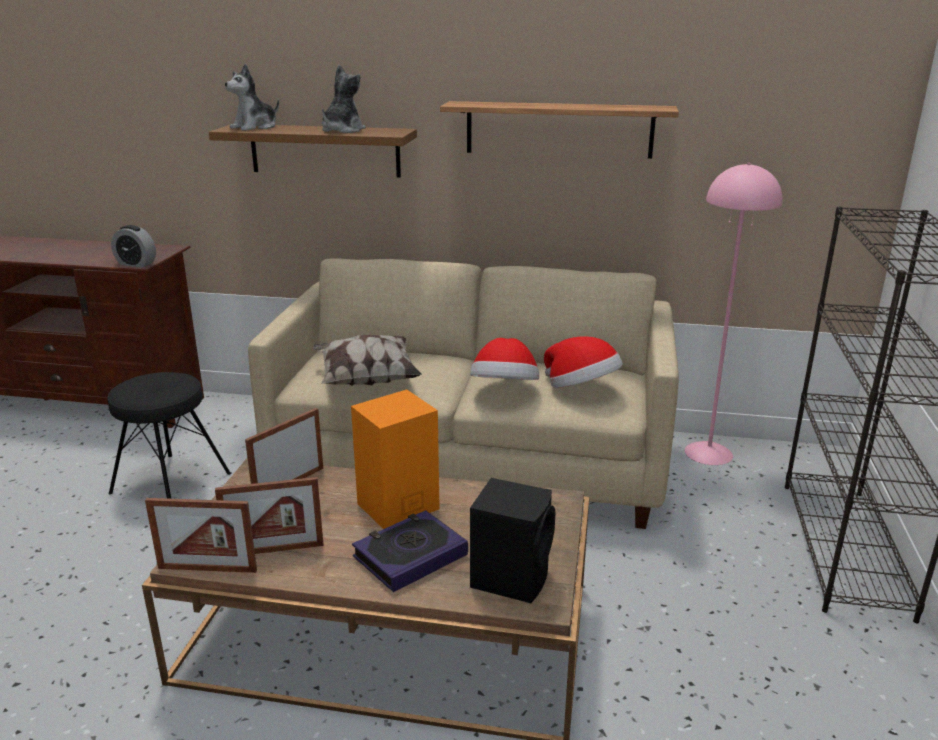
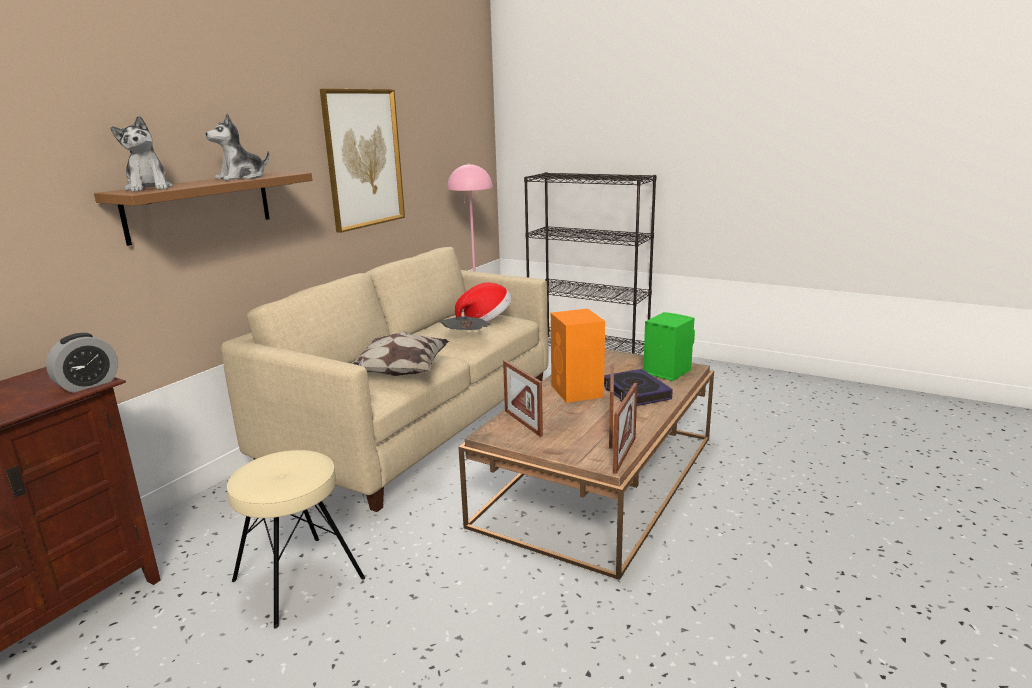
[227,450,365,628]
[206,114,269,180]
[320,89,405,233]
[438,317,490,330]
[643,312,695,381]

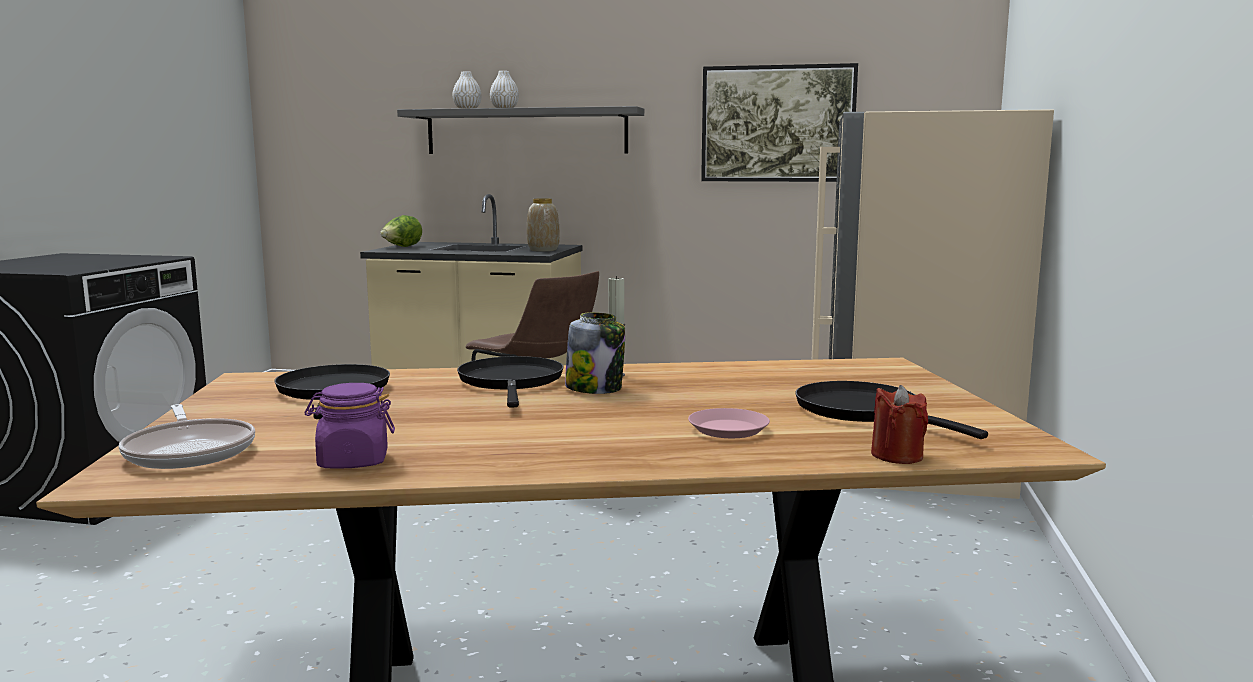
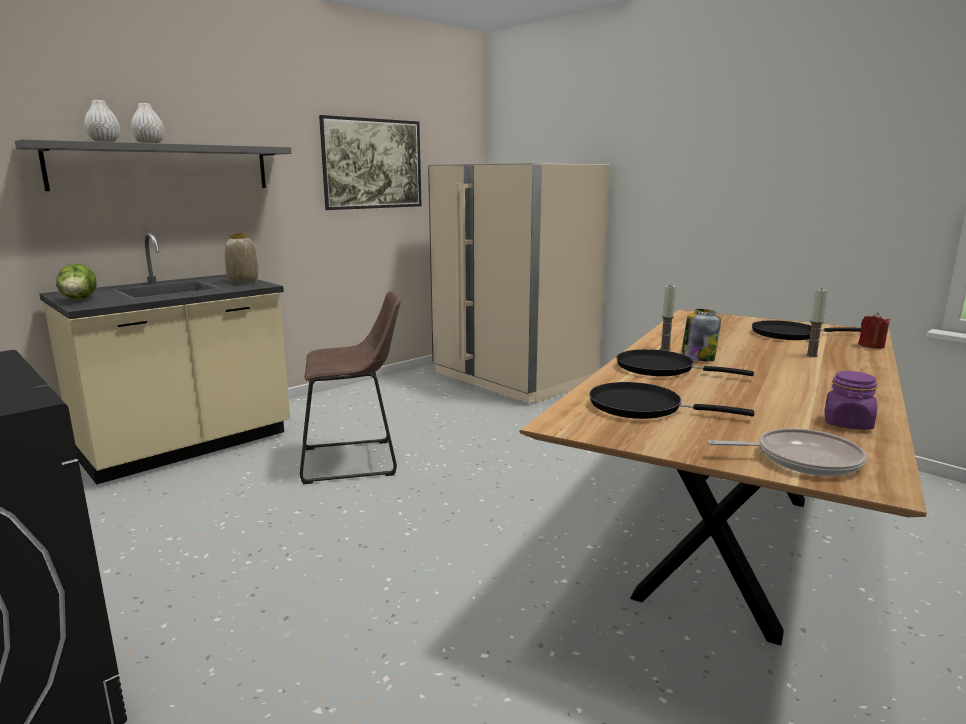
[806,288,828,357]

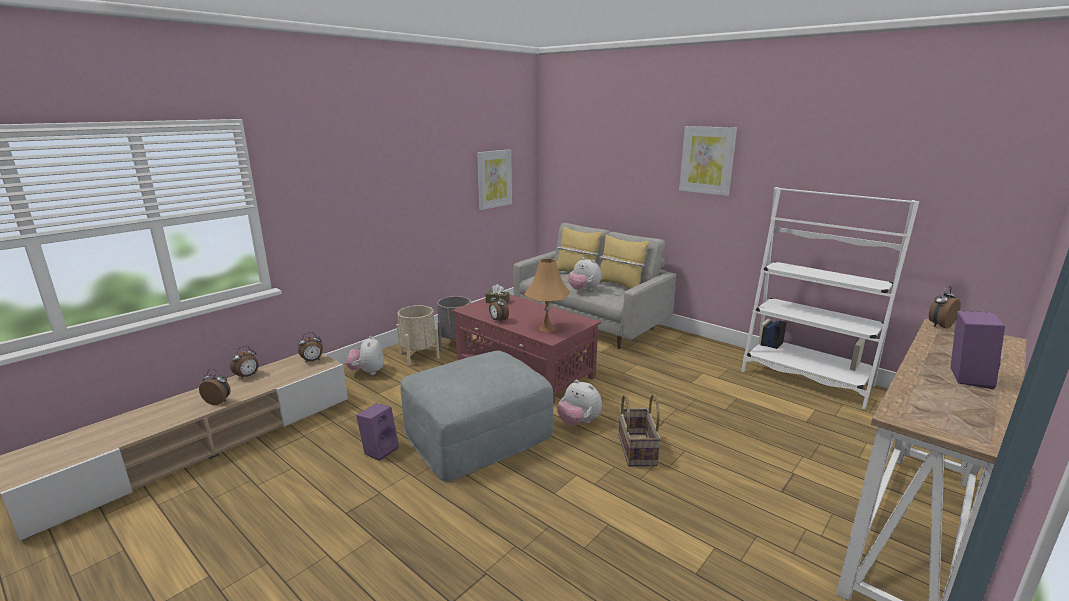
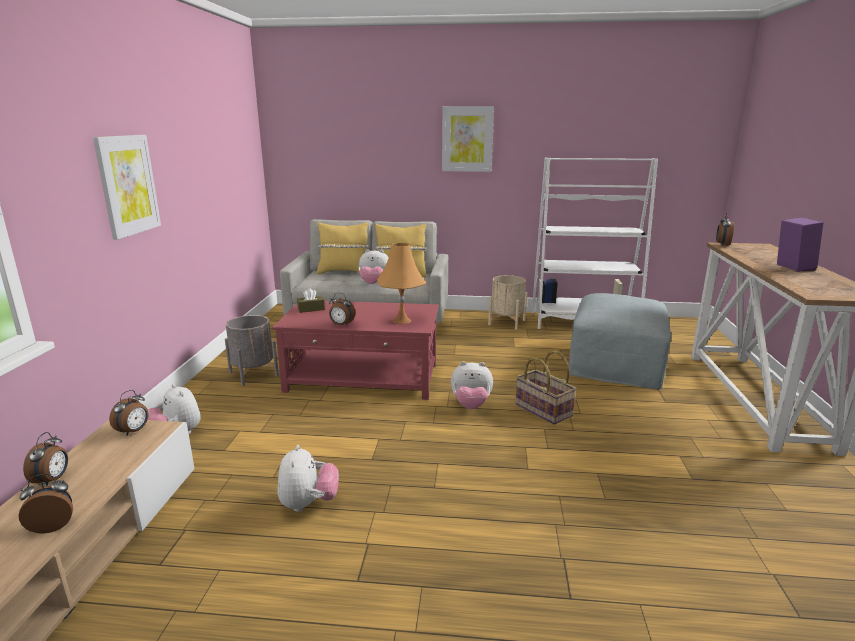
[278,445,339,512]
[488,275,527,330]
[569,293,671,389]
[93,135,161,240]

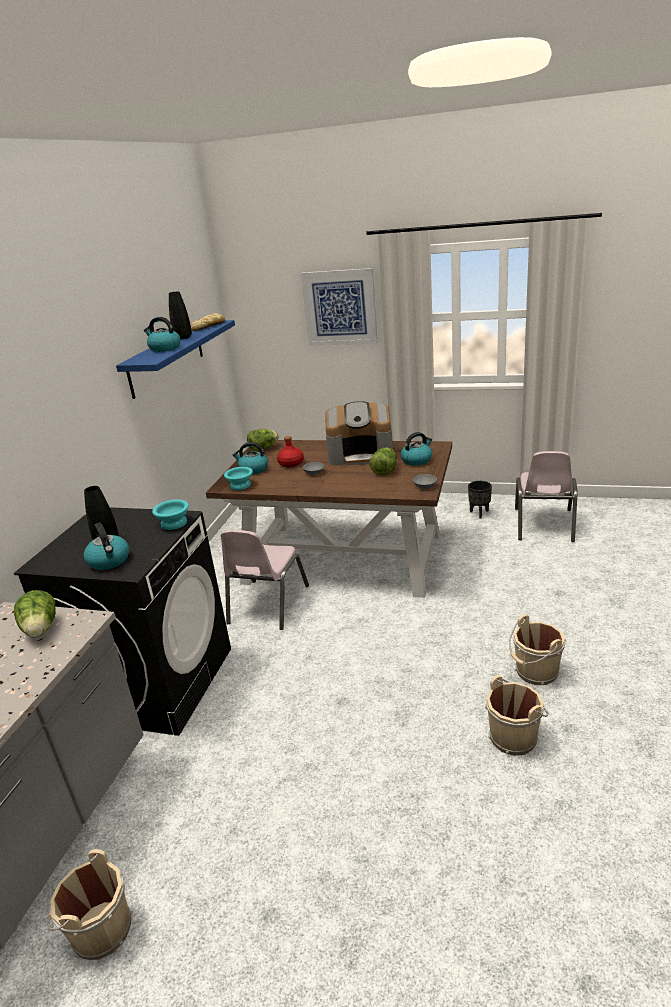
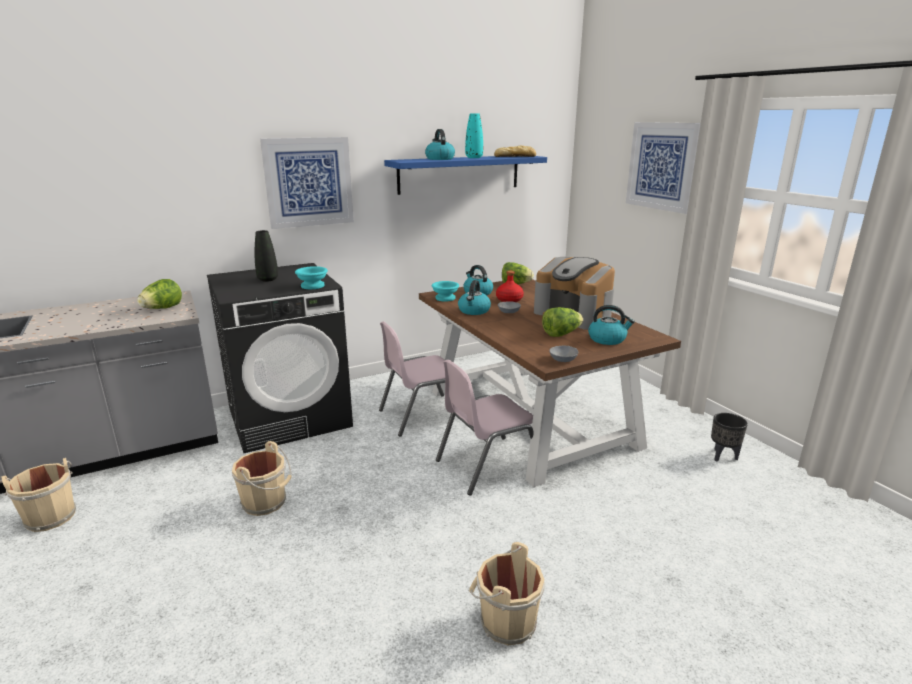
[458,280,491,315]
[465,113,483,158]
[232,441,292,516]
[436,360,534,496]
[260,137,354,229]

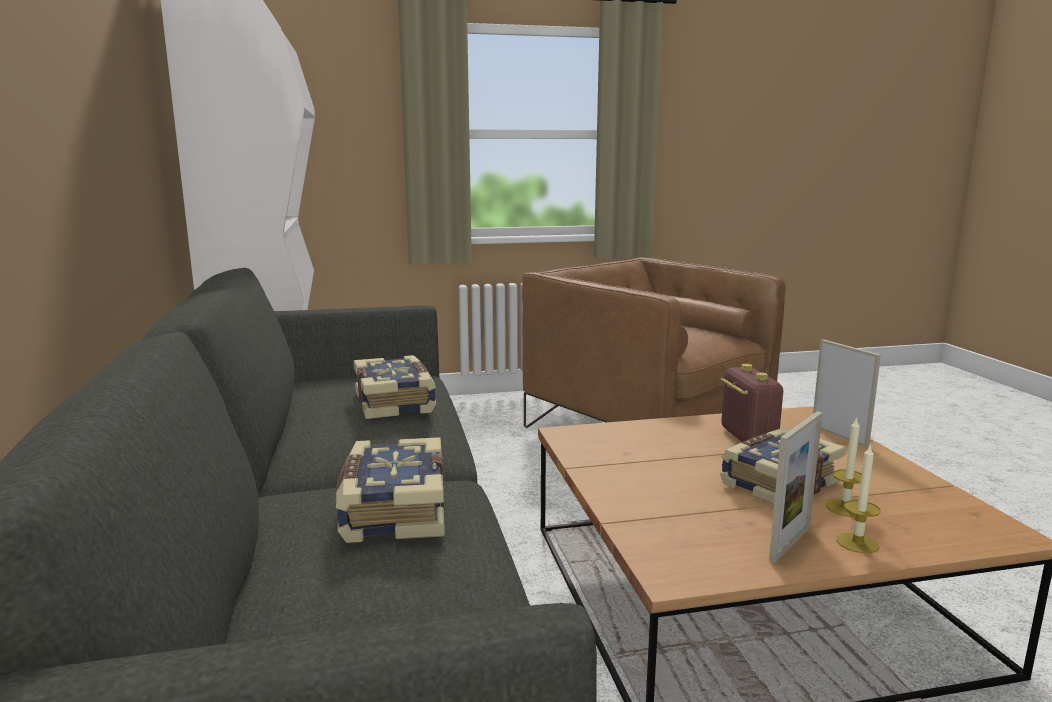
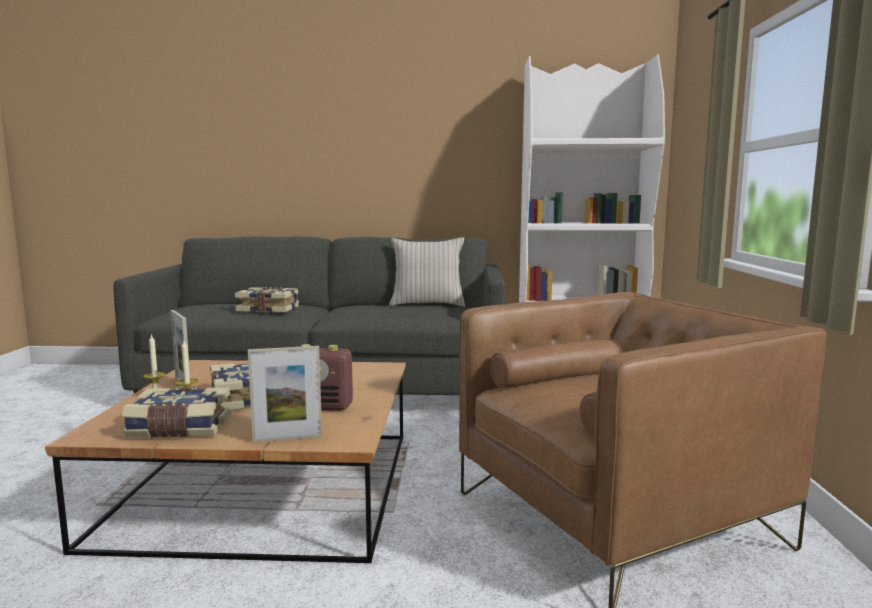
[122,387,231,438]
[389,237,465,307]

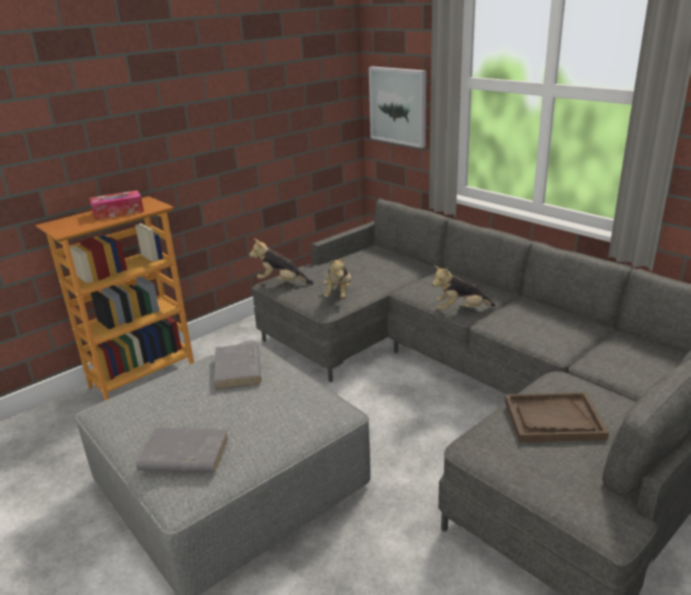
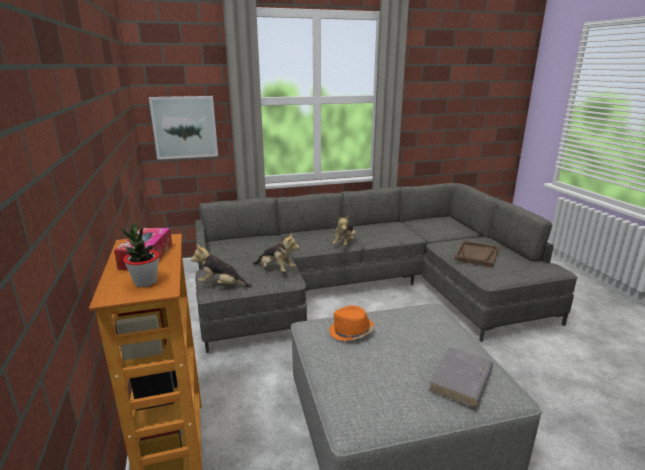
[329,305,374,341]
[191,244,252,288]
[120,223,159,287]

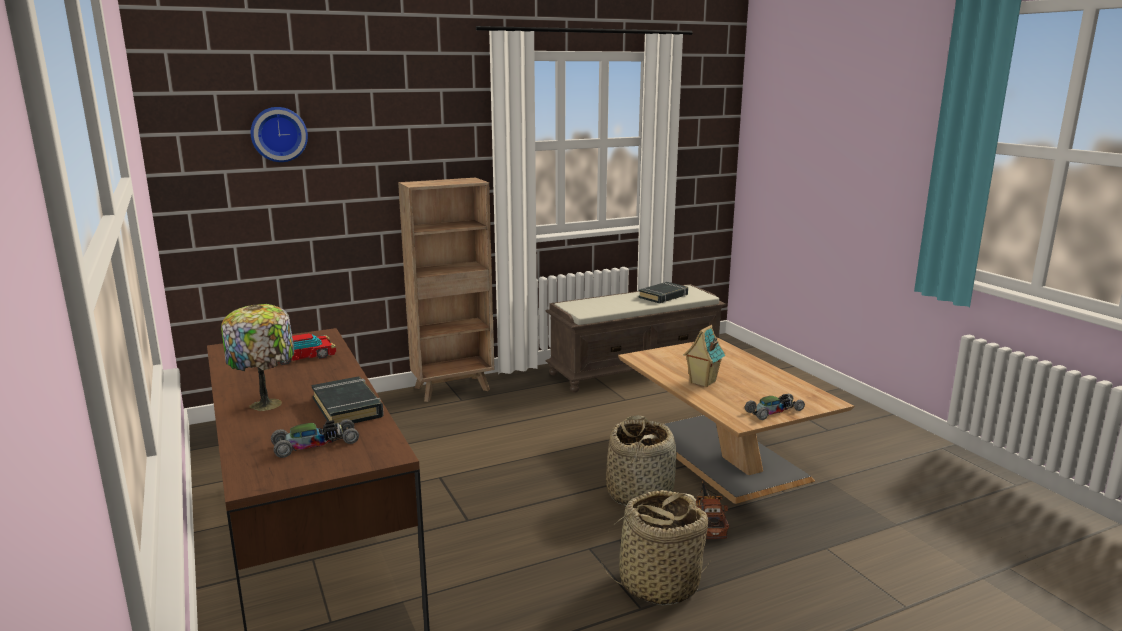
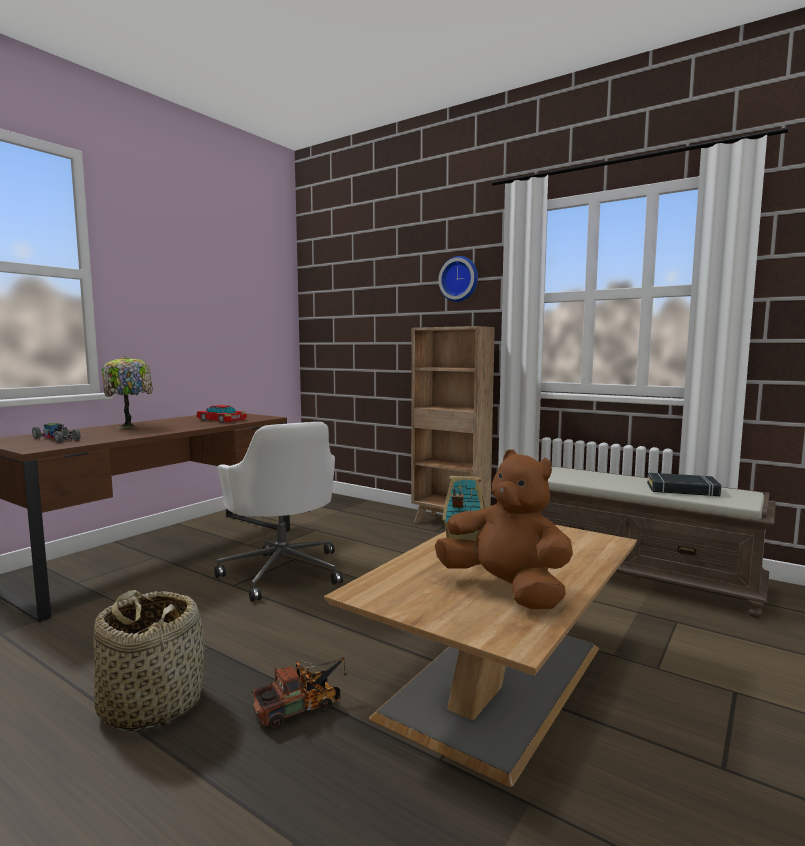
[439,256,478,302]
[312,376,384,427] (first image)
[606,415,677,506] (first image)
[745,394,805,420] (first image)
[214,422,343,602]
[435,449,573,609]

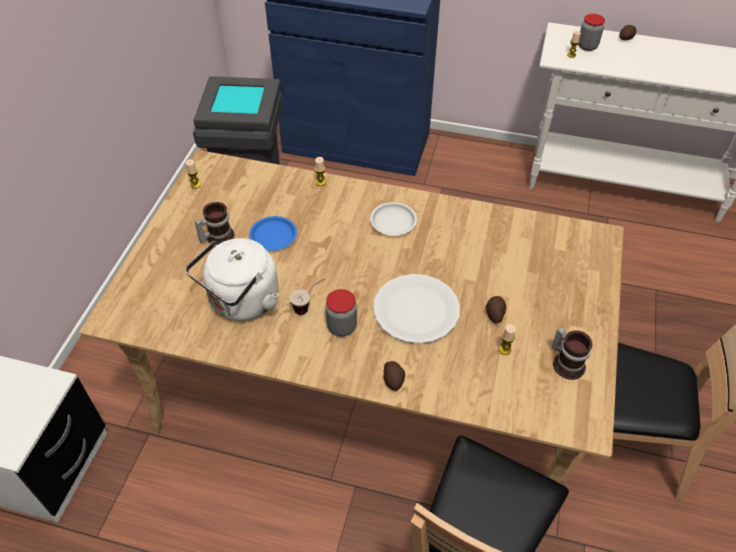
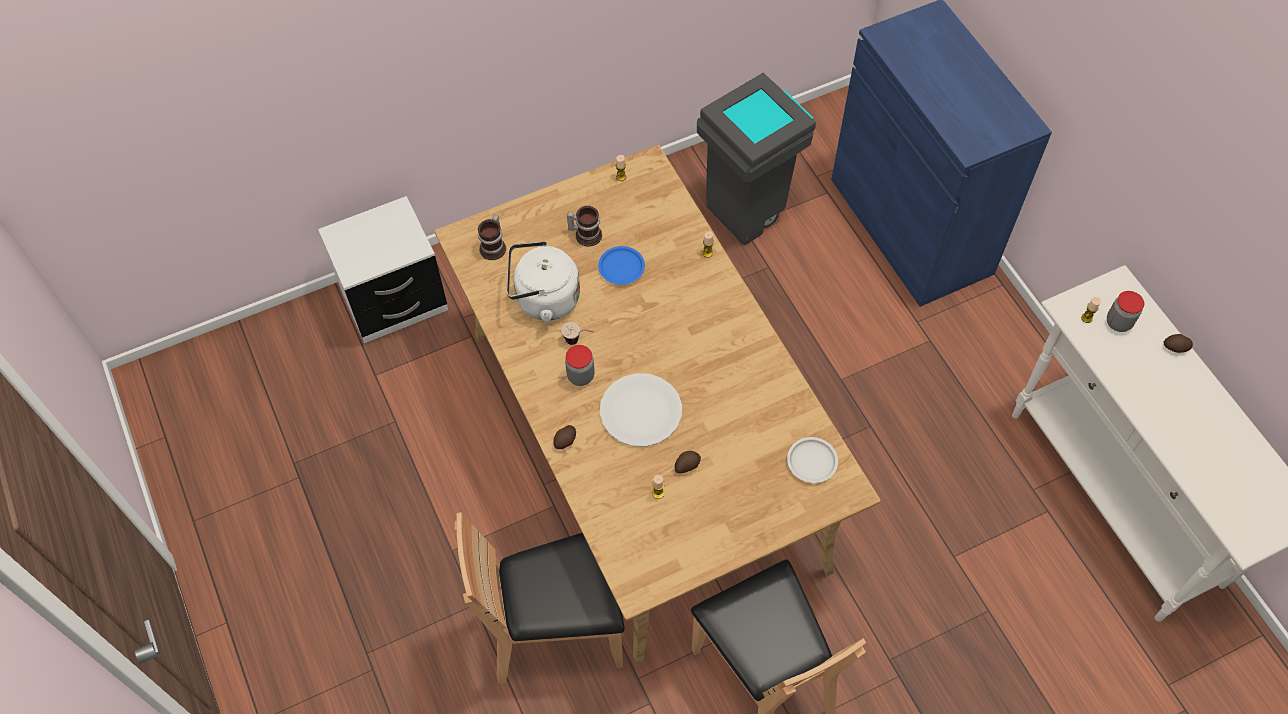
[787,437,838,483]
[478,215,506,260]

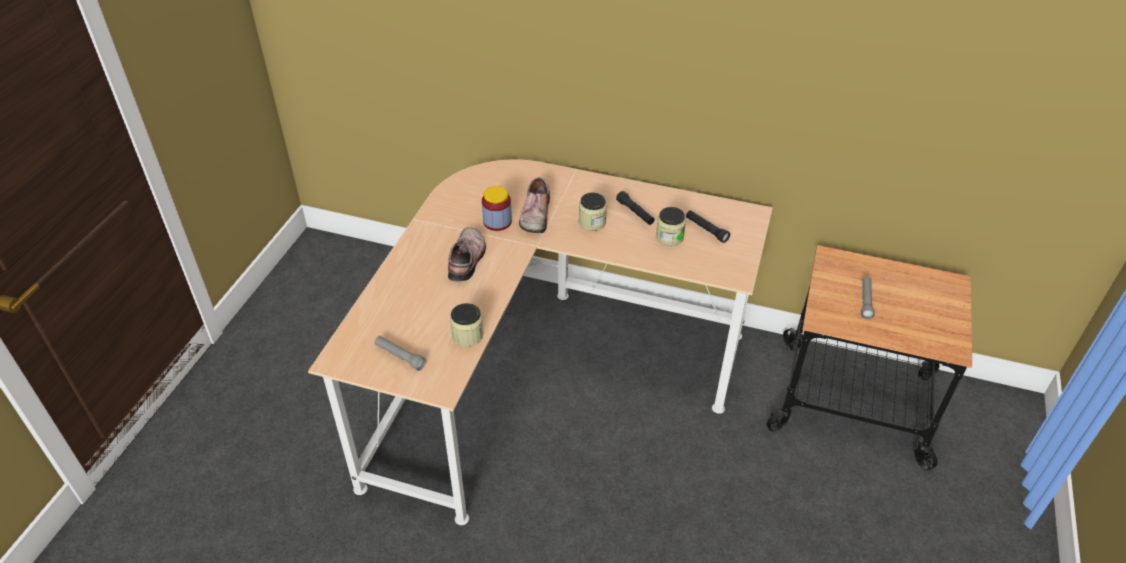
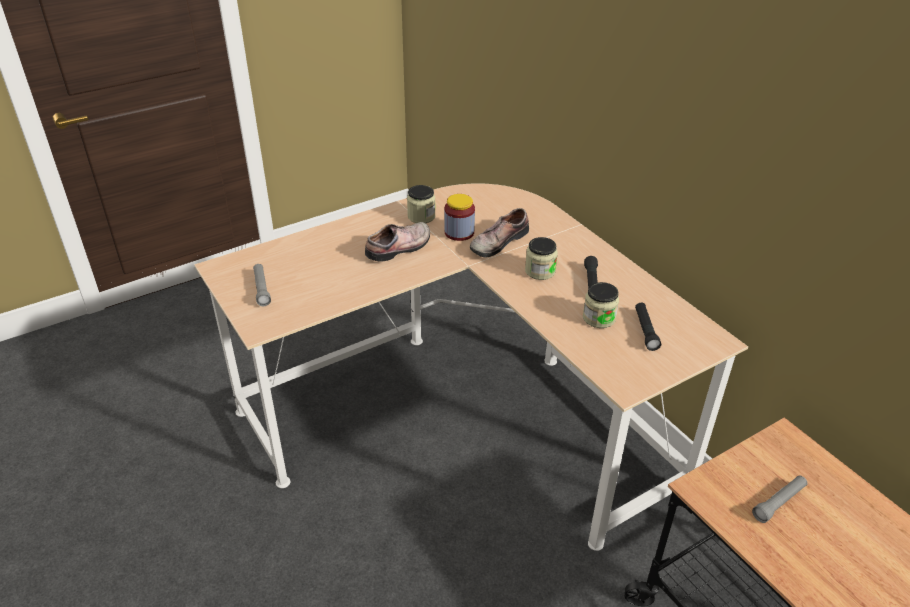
[407,185,435,223]

